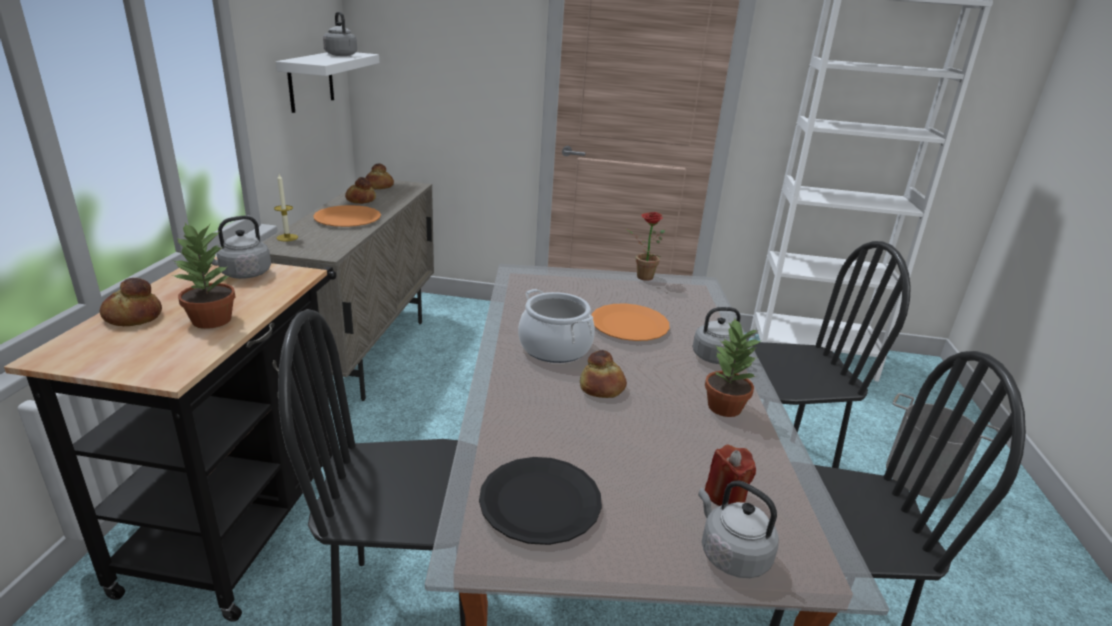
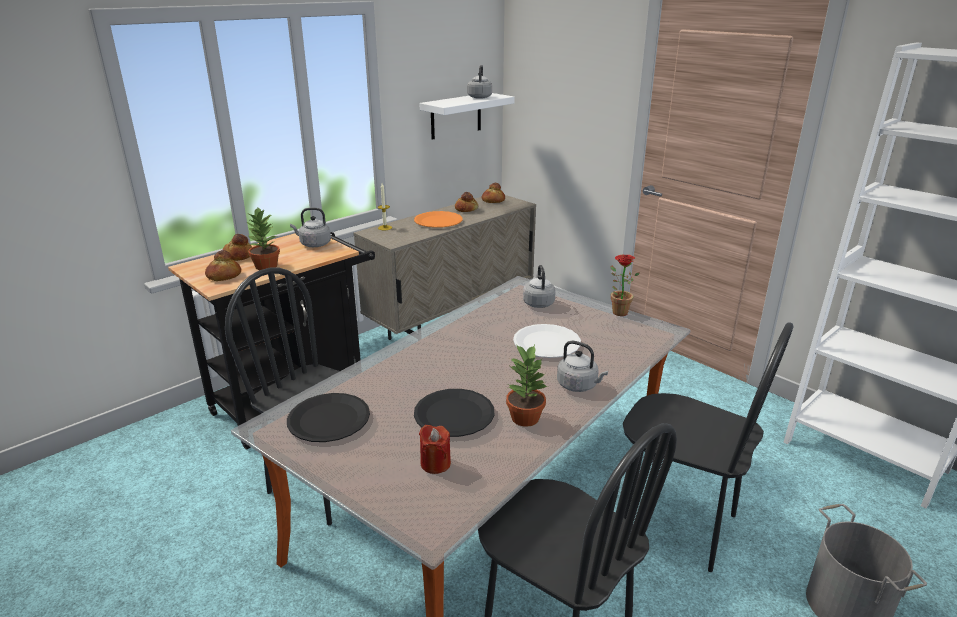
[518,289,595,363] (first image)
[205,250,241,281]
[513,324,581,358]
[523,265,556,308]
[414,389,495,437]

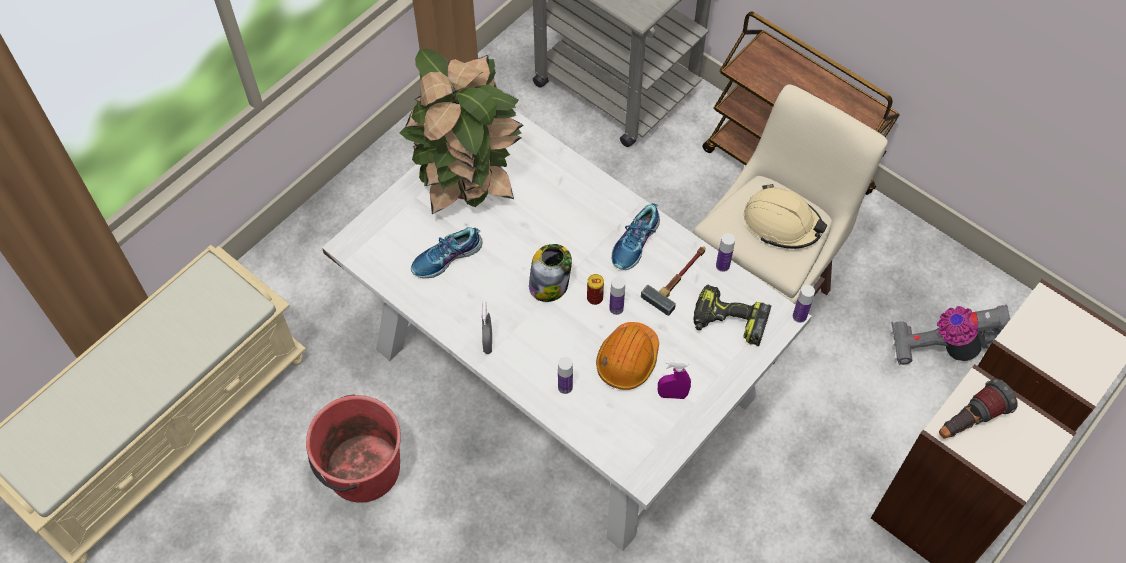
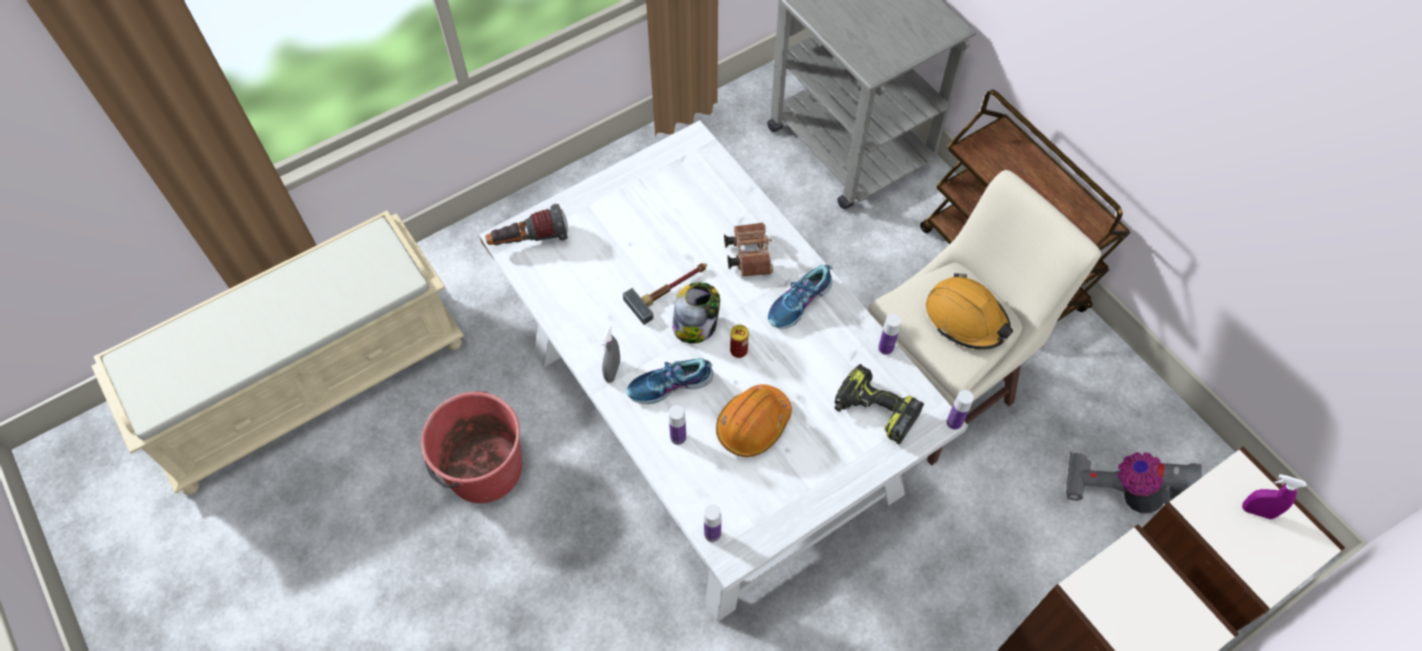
[399,49,524,214] (first image)
[626,358,713,404]
[704,504,721,542]
[623,263,707,325]
[1242,474,1306,519]
[926,273,1013,349]
[486,204,568,245]
[724,222,773,276]

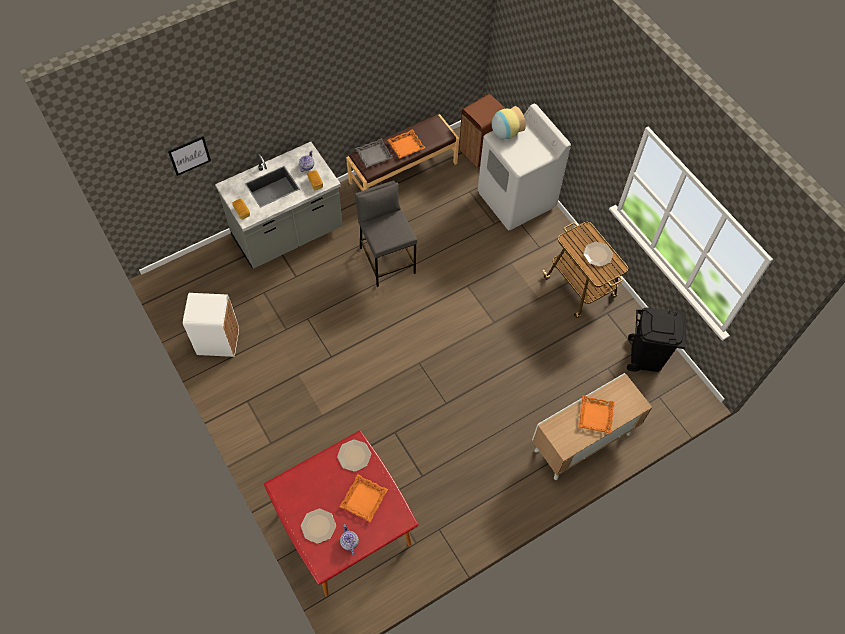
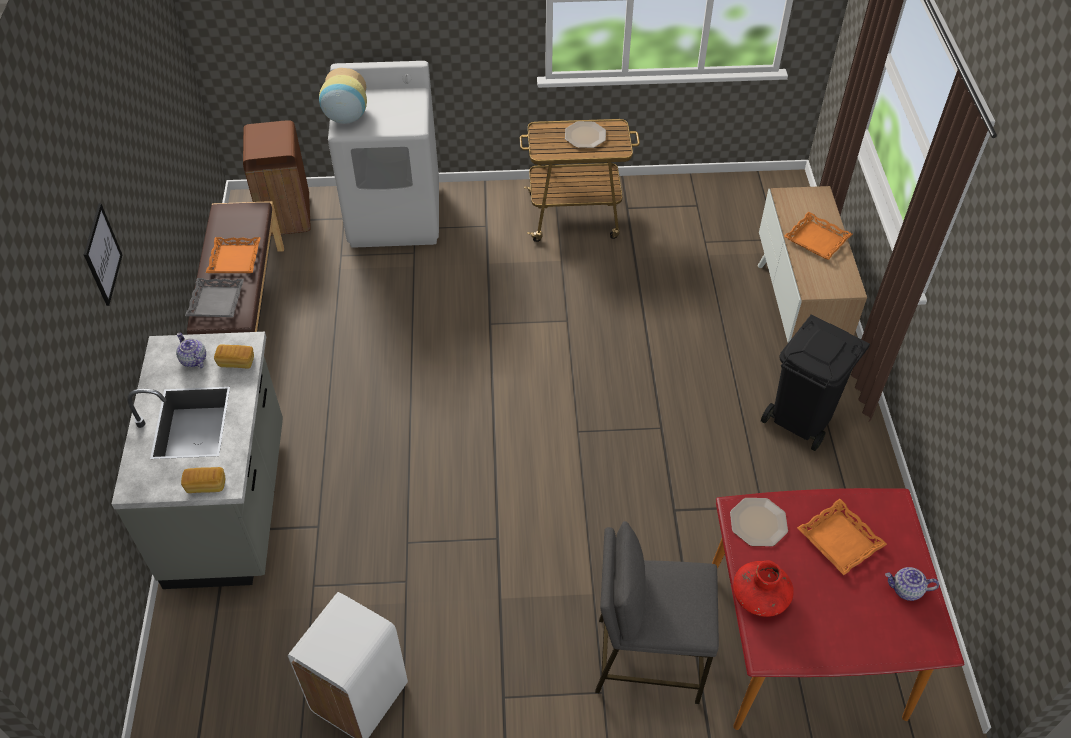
[84,203,122,306]
[301,509,336,544] (first image)
[595,521,719,704]
[761,314,870,451]
[733,561,794,617]

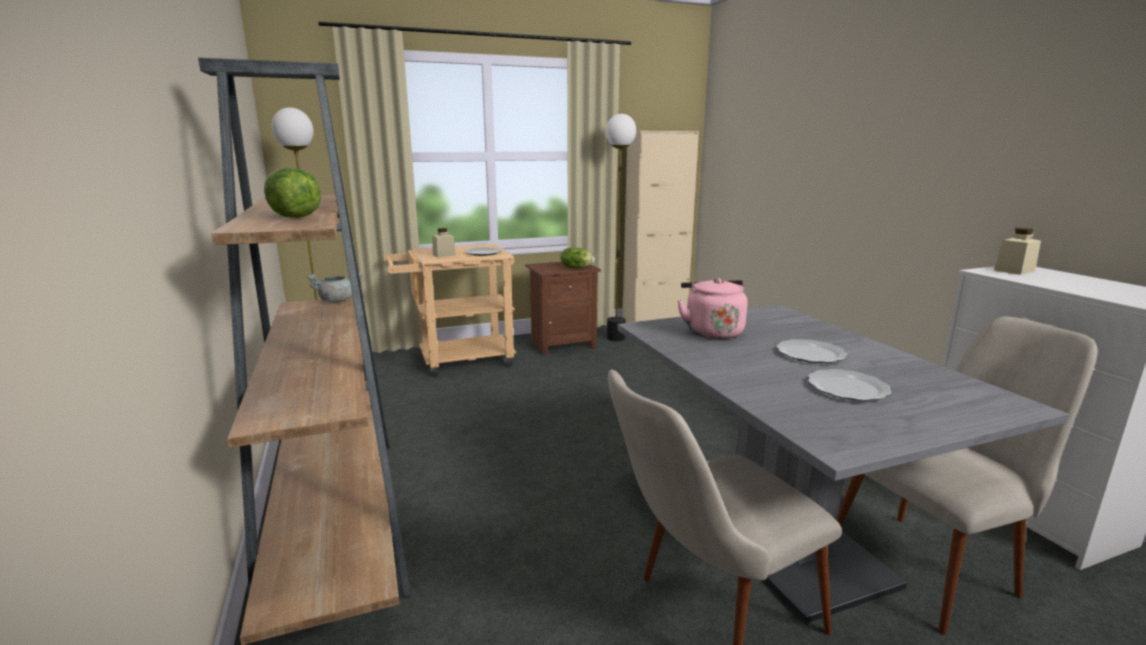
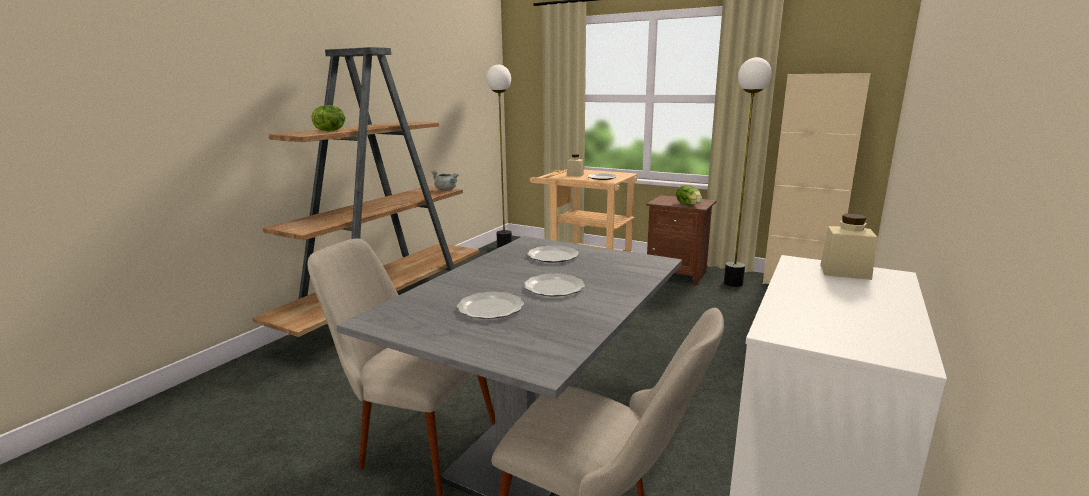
[527,245,579,263]

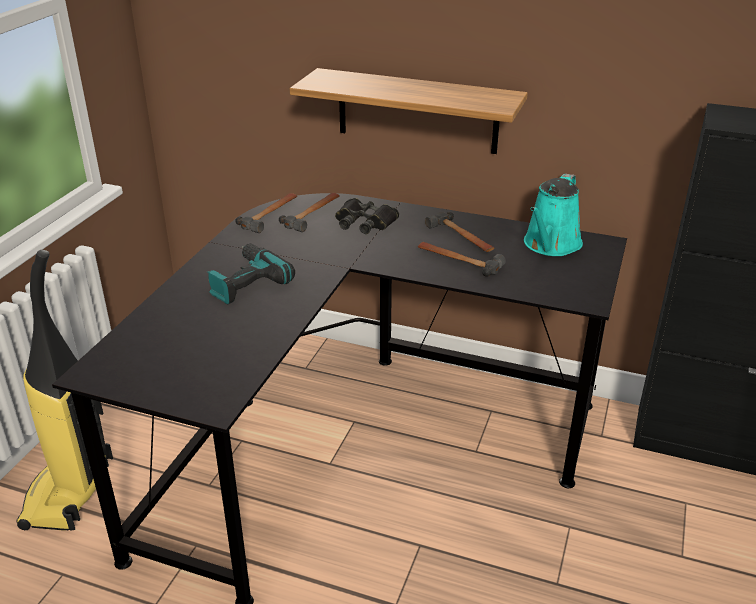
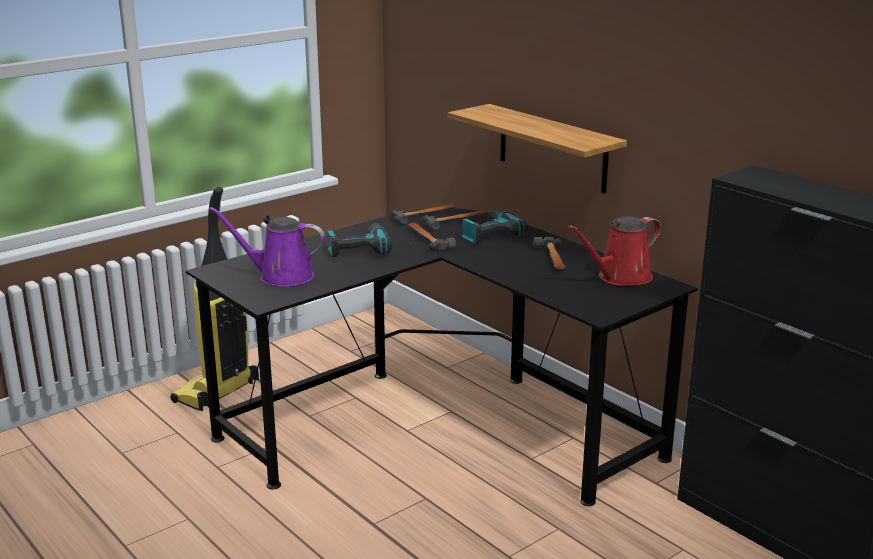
[461,208,528,244]
[408,223,456,251]
[568,216,661,286]
[209,207,325,287]

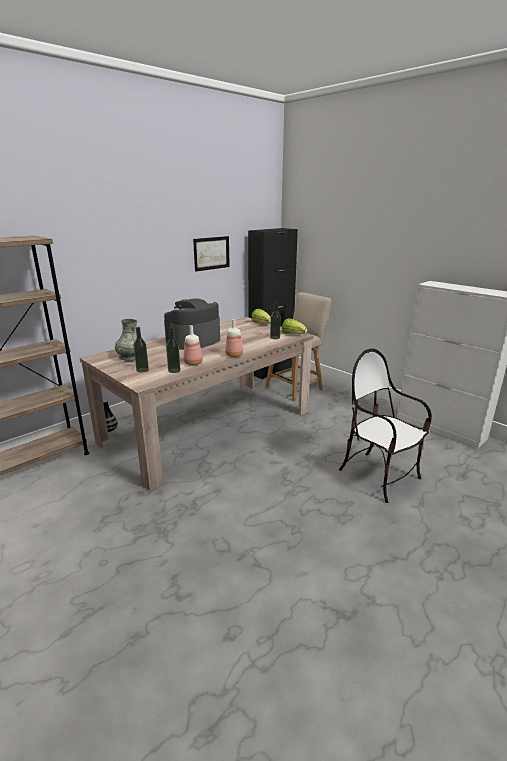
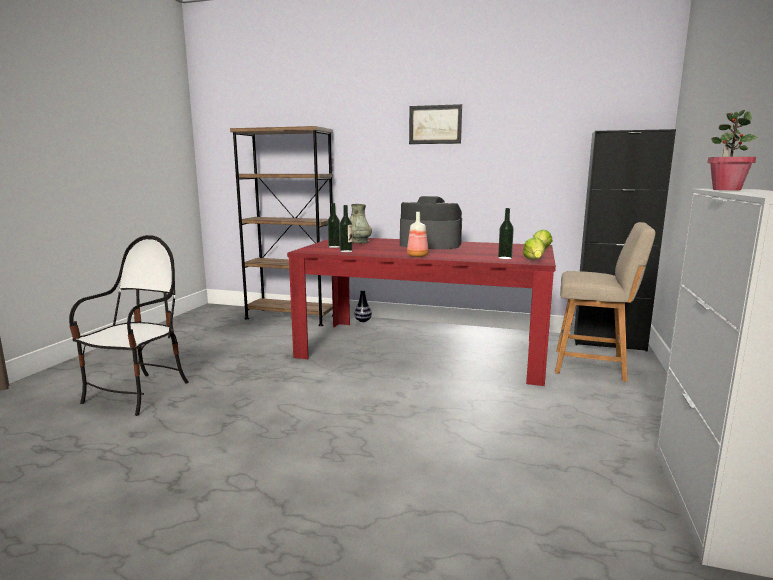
[287,238,556,386]
[183,325,203,365] (first image)
[409,104,462,144]
[69,235,189,416]
[708,110,757,190]

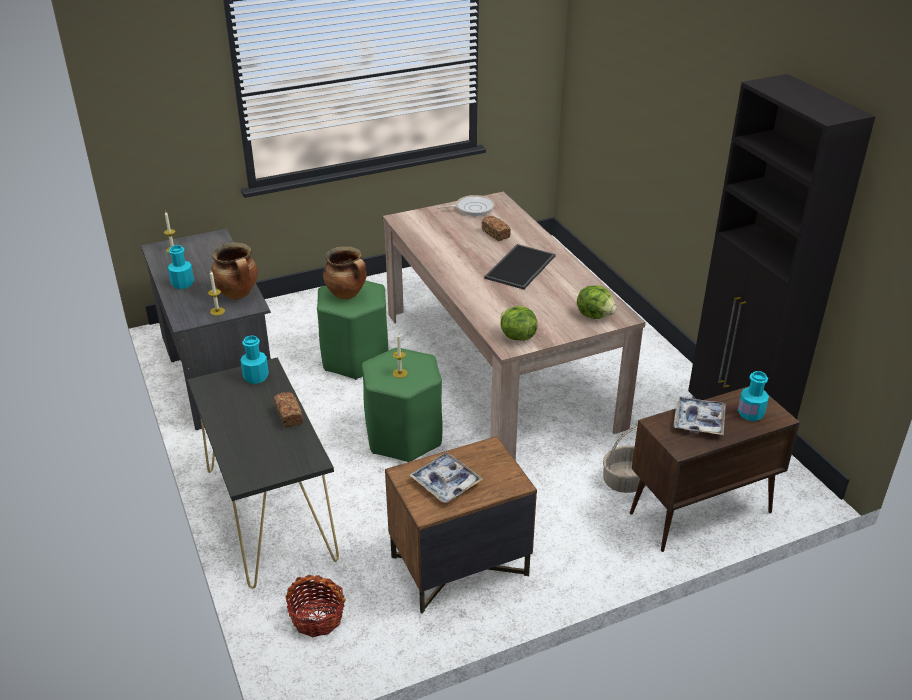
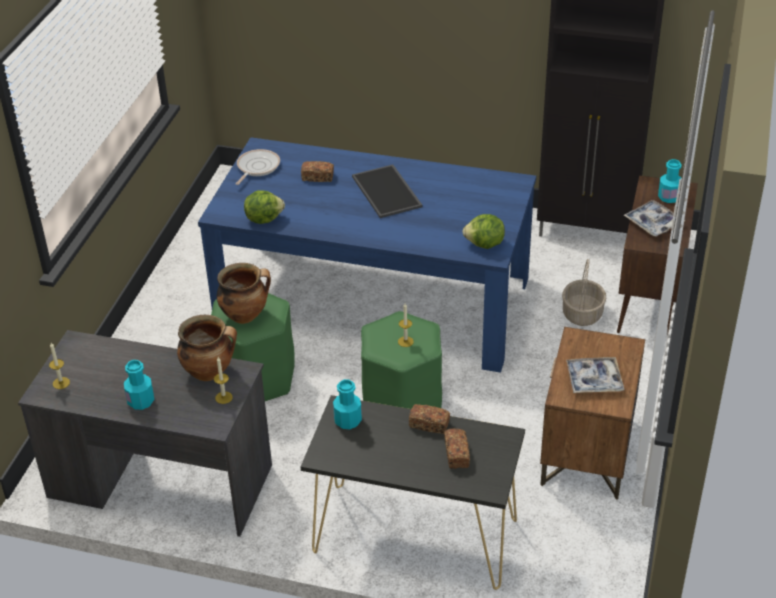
[286,575,346,637] (first image)
[198,137,536,373]
[244,190,285,224]
[444,428,470,469]

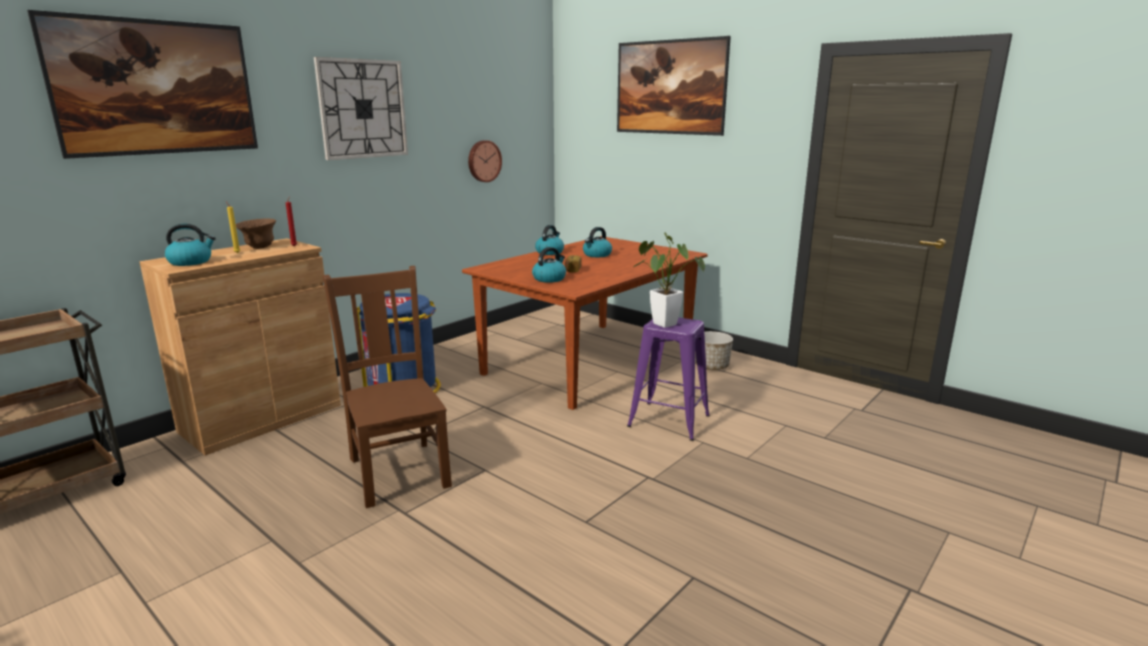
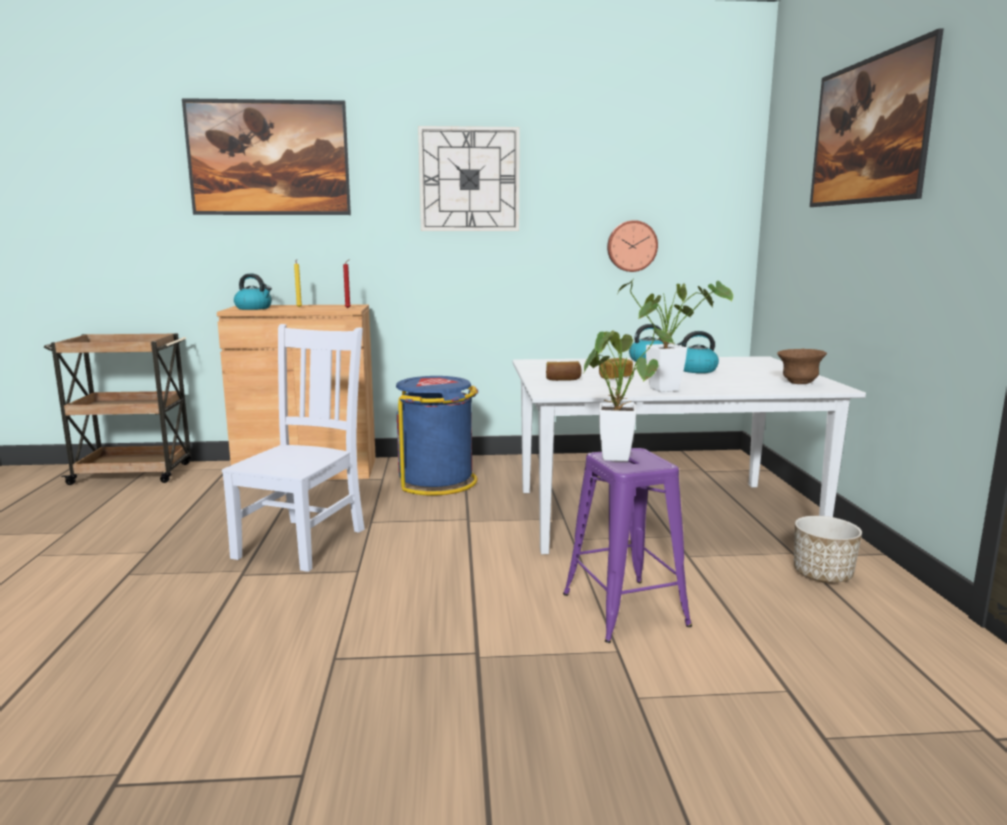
[777,349,827,384]
[222,324,365,572]
[512,356,866,554]
[546,361,582,381]
[618,278,733,392]

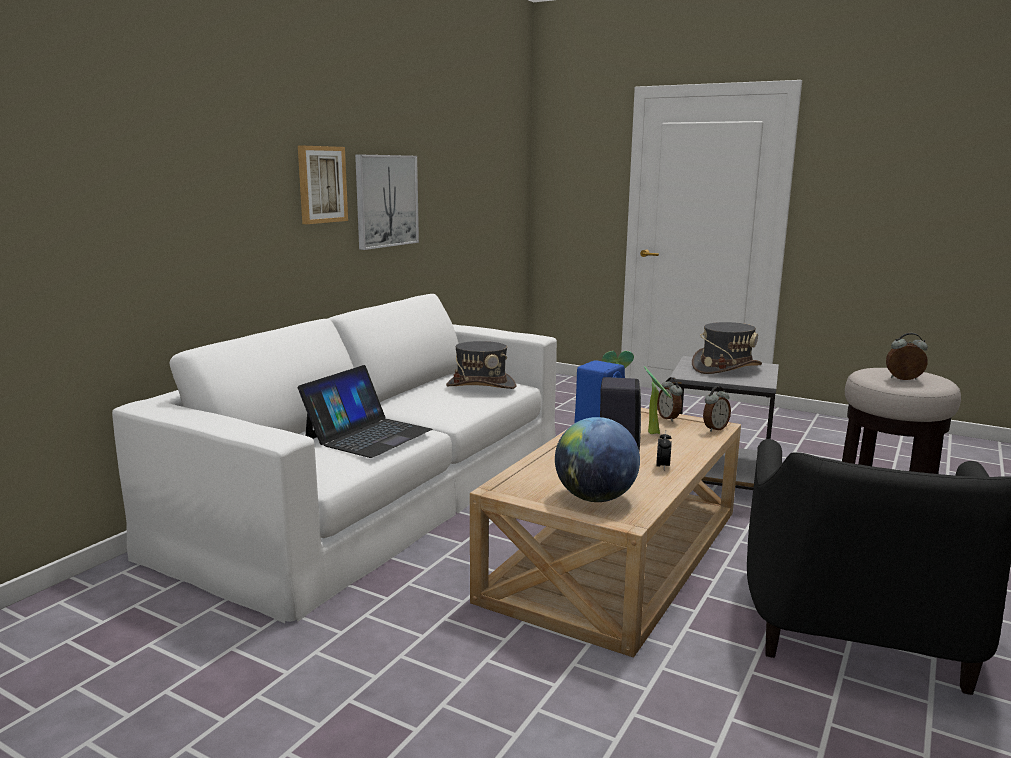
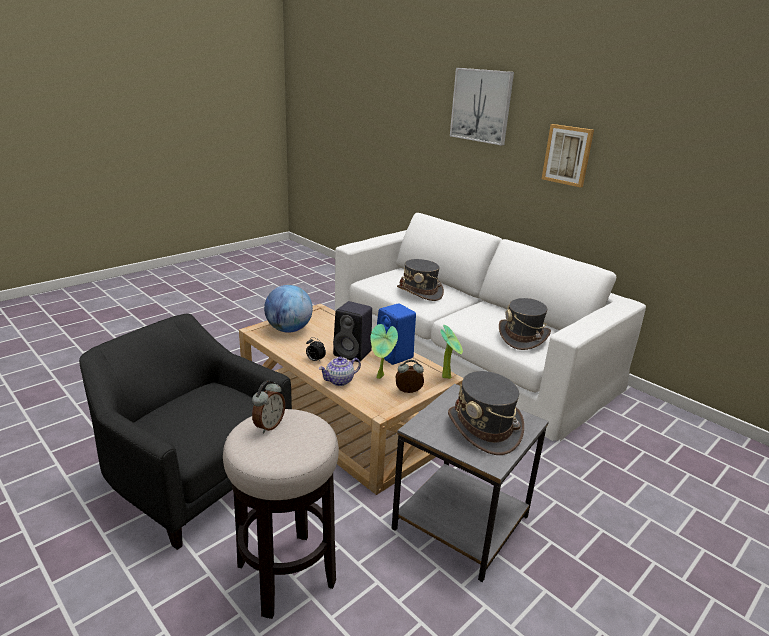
[397,259,444,301]
[450,68,514,145]
[703,386,731,432] (first image)
[319,357,361,386]

